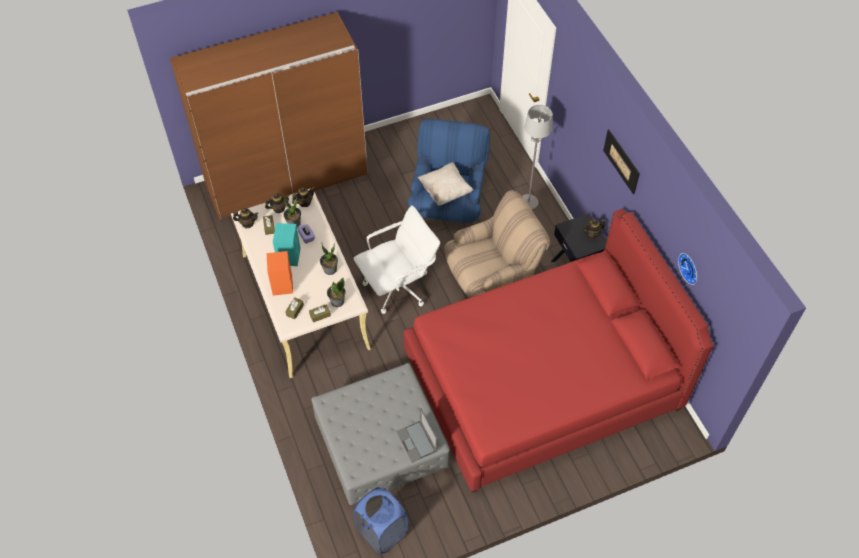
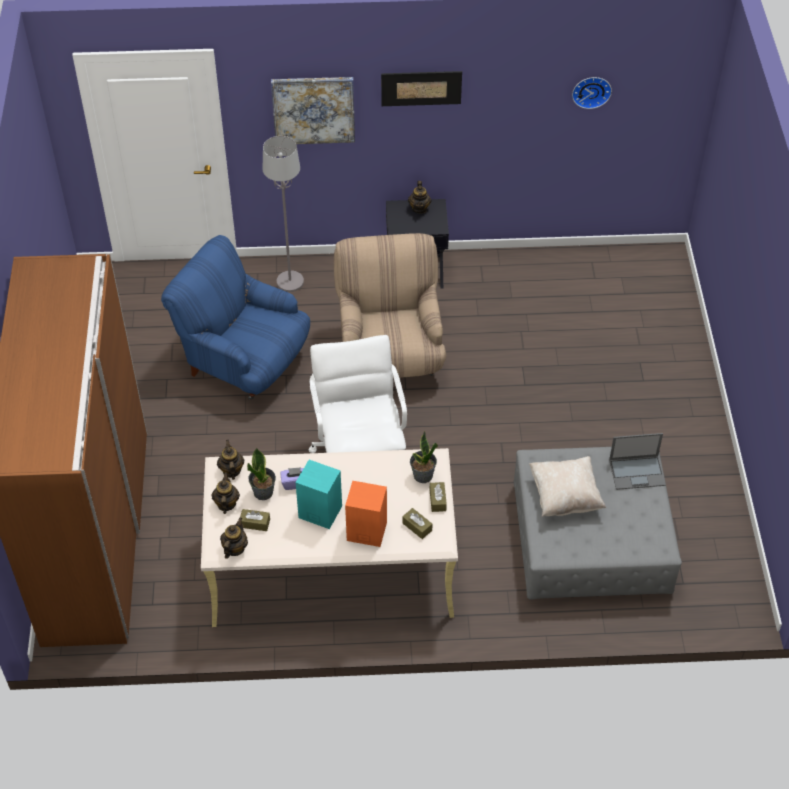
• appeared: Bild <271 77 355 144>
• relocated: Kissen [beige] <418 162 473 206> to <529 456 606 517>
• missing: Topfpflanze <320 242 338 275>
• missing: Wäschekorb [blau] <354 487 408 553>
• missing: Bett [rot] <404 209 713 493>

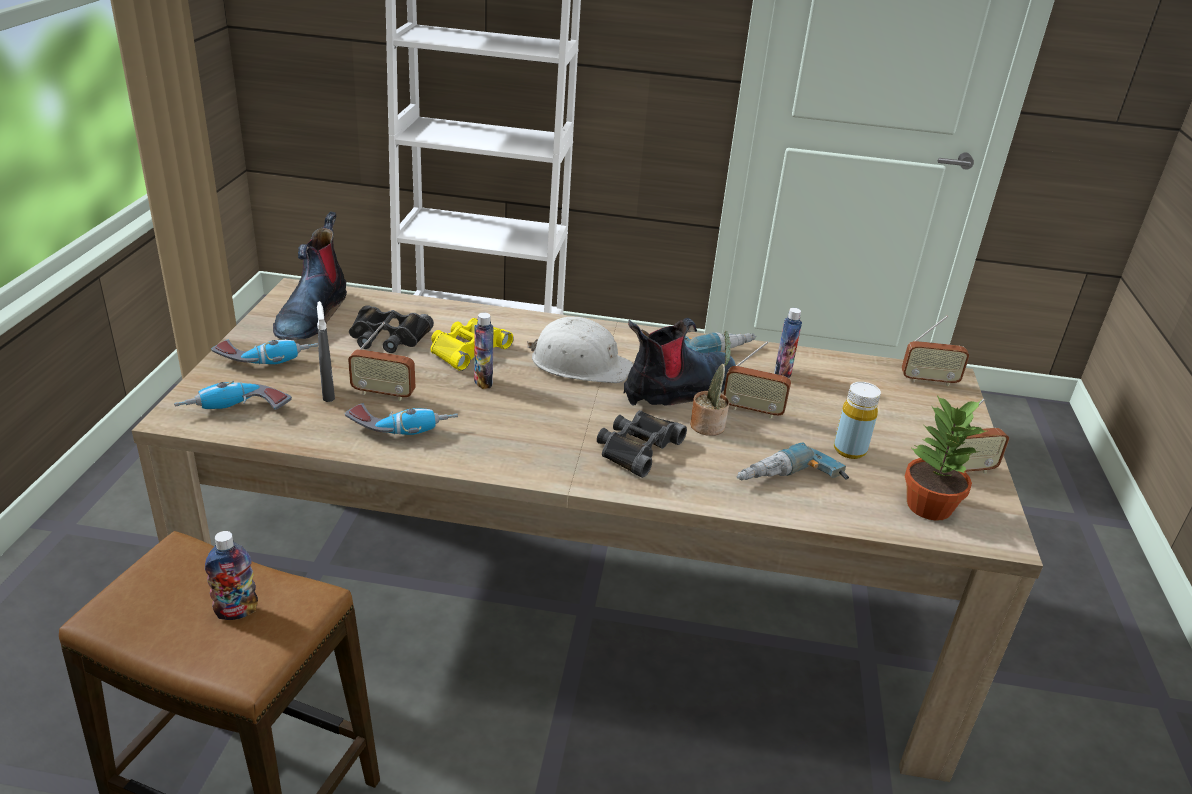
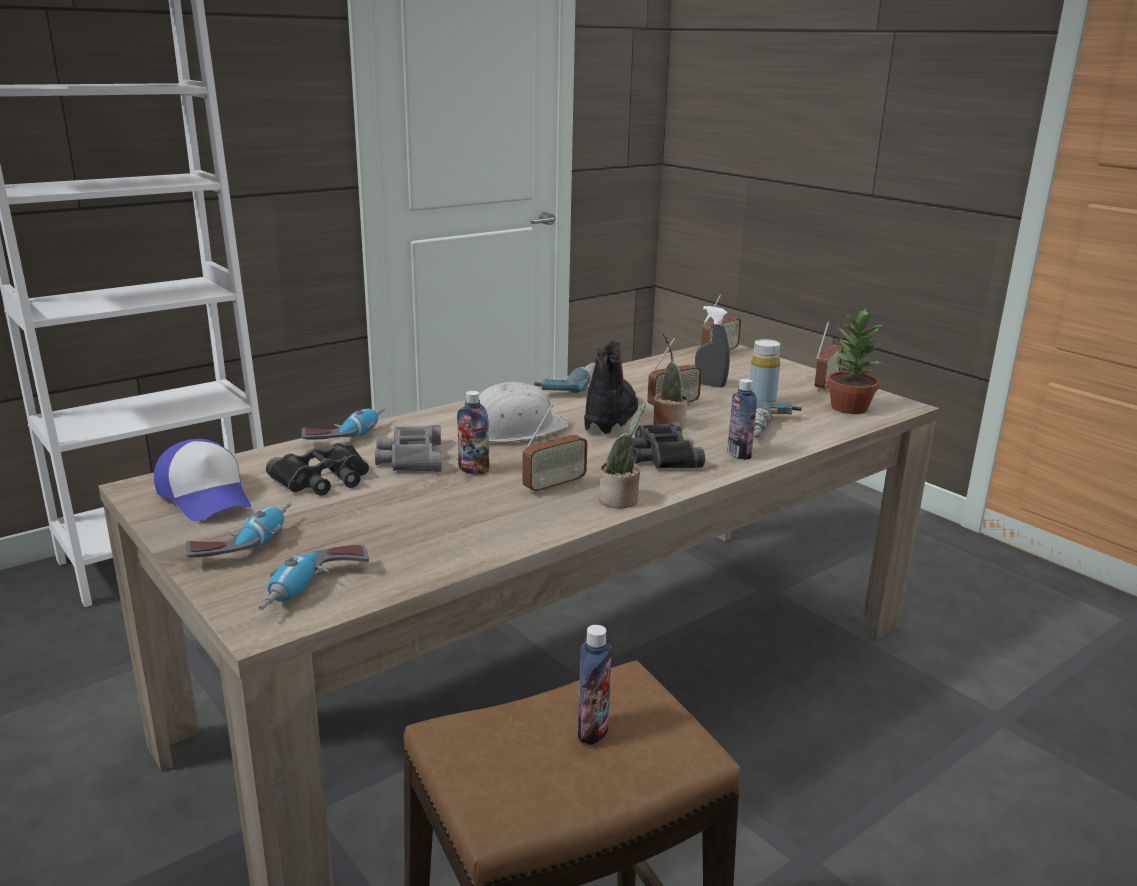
• exchanged: Stiefel <273 211 347 340> to Kappe <154 439 251 521>
• relocated: Bohrmaschine <345 403 458 435> to <302 408 385 440>
• colour: Fernglas [gelb] <430 318 514 371> to Fernglas [grau] <375 425 442 472>
• relocated: Radio <348 322 415 401> to <522 404 588 494>
• appeared: Topfpflanze <599 403 646 508>
• relocated: Sprühflasche [grau] <317 301 335 402> to <695 306 730 388>
• relocated: Flasche <774 308 802 378> to <727 379 757 460>

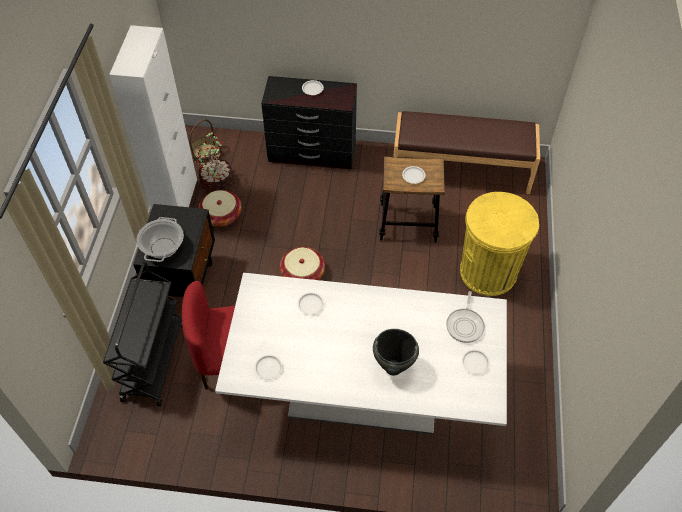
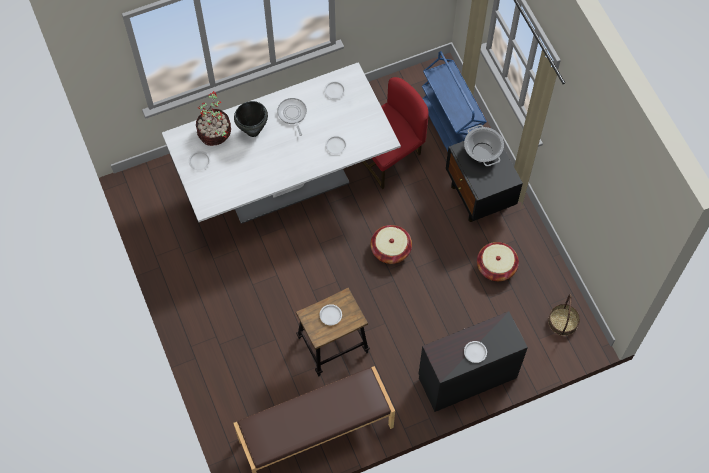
• relocated: Topfpflanze <197 131 233 192> to <196 91 231 146>
• relocated: Pfanne <446 291 485 343> to <277 98 307 136>
• colour: Rollwagen [schwarz] <103 262 182 407> to Rollwagen [blau] <422 51 487 151>
• missing: Schrank [weiß] <109 25 197 210>
• missing: Mülleimer [gelb] <460 192 539 296>

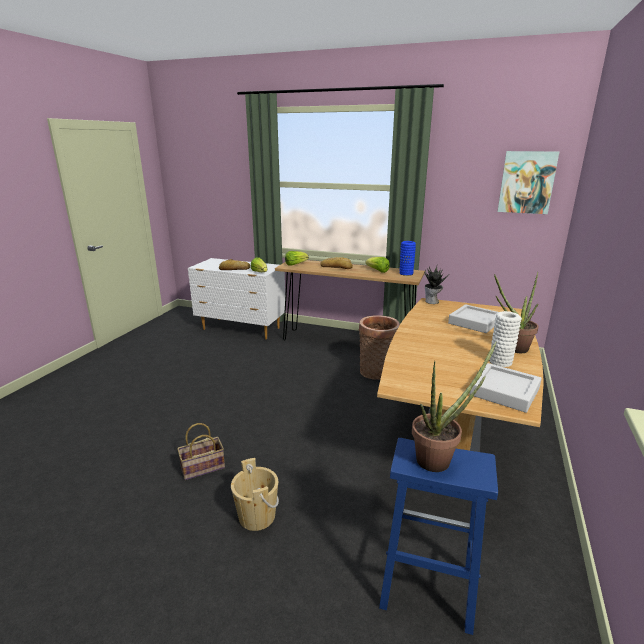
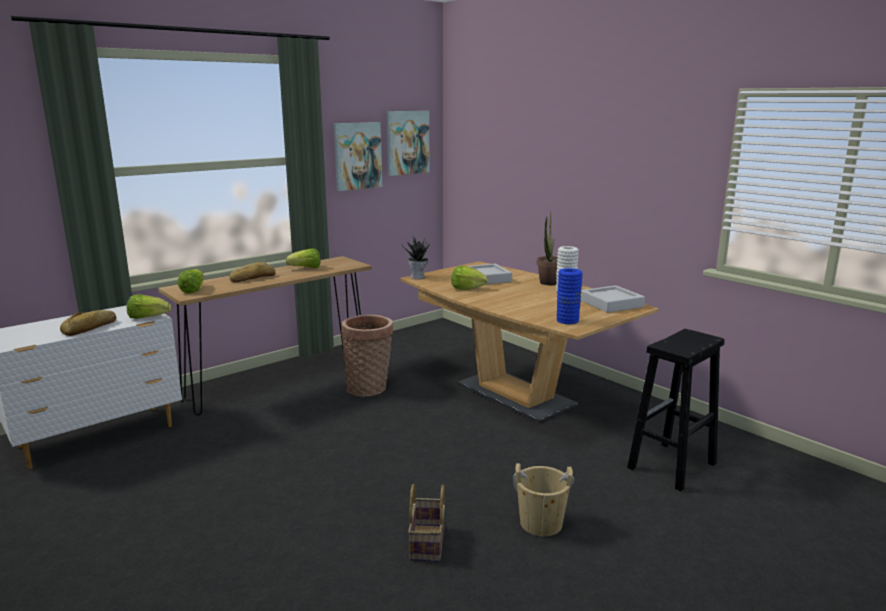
• appeared: Bild <334 122 382 191>
• appeared: Salatkopf <451 266 488 290>
• relocated: Vase [blau] <399 241 416 276> to <557 268 582 324>
• colour: Hocker [blau] <379 438 498 635> to Hocker [schwarz] <627 329 725 491>
• missing: Topfpflanze <412 342 496 472>

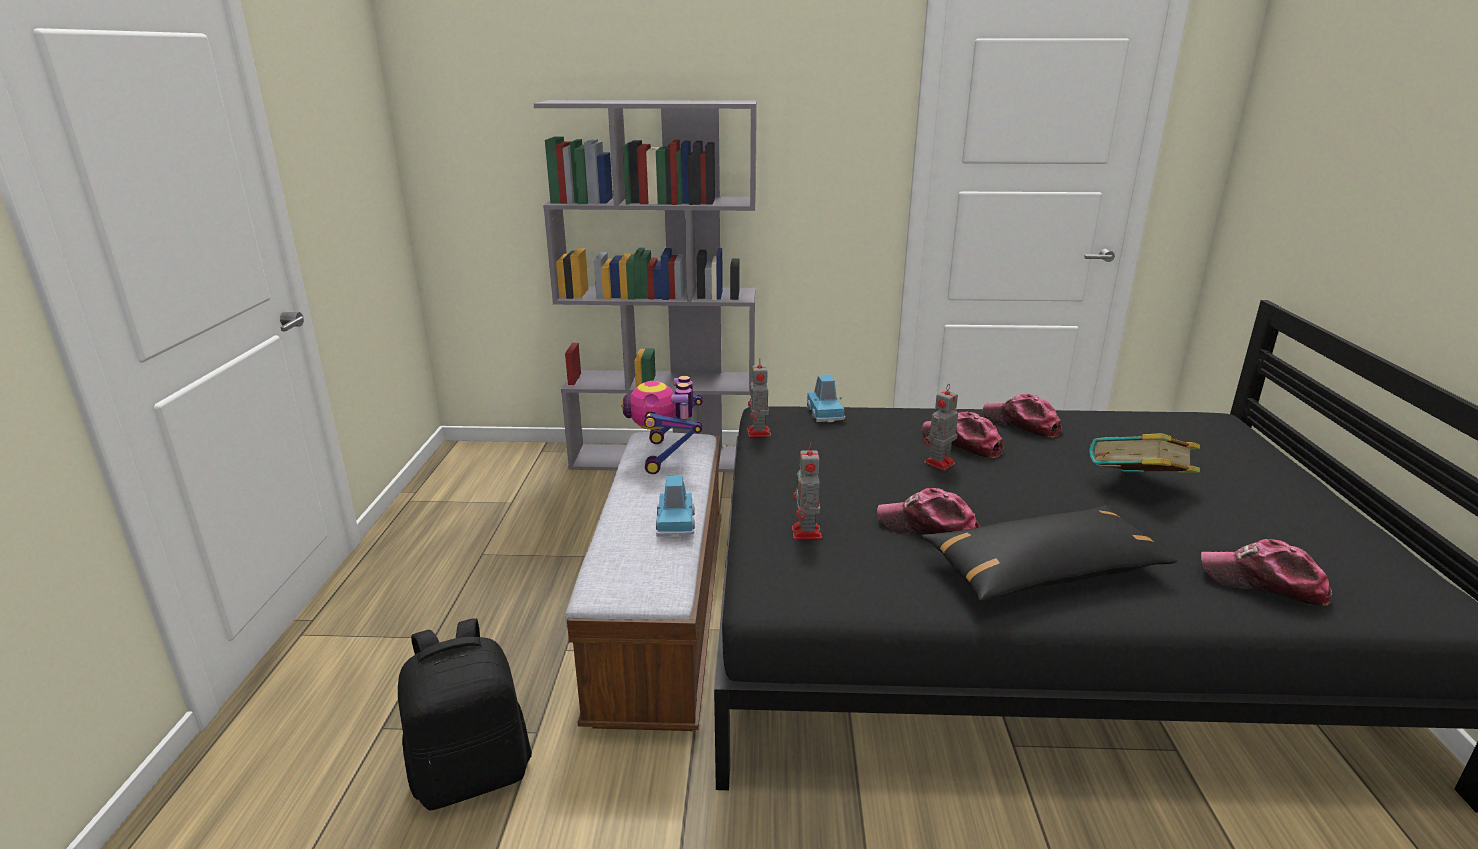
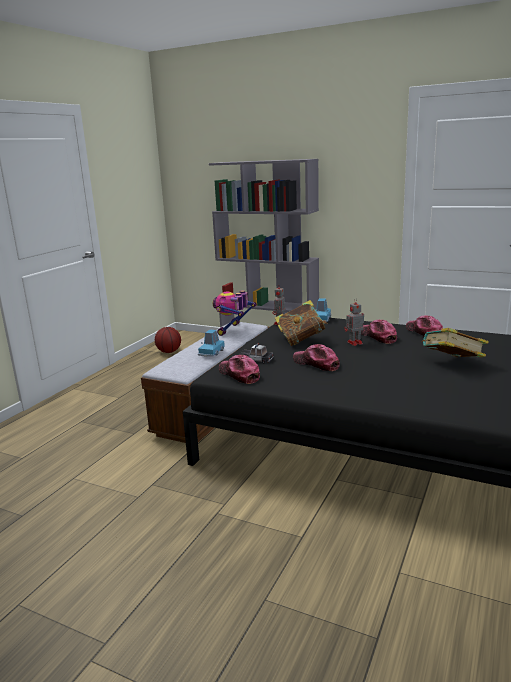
• appeared: Basketball <155 327 181 353>
• relocated: Kappe <1201 539 1332 606> to <219 355 260 384>
• exchanged: Spielzeugroboter <792 442 822 539> to Spielzeugauto <239 343 274 363>
• appeared: Buch <275 300 328 346>
• missing: Rucksack [schwarz] <398 618 532 811>
• missing: Kissen [schwarz] <921 505 1178 601>

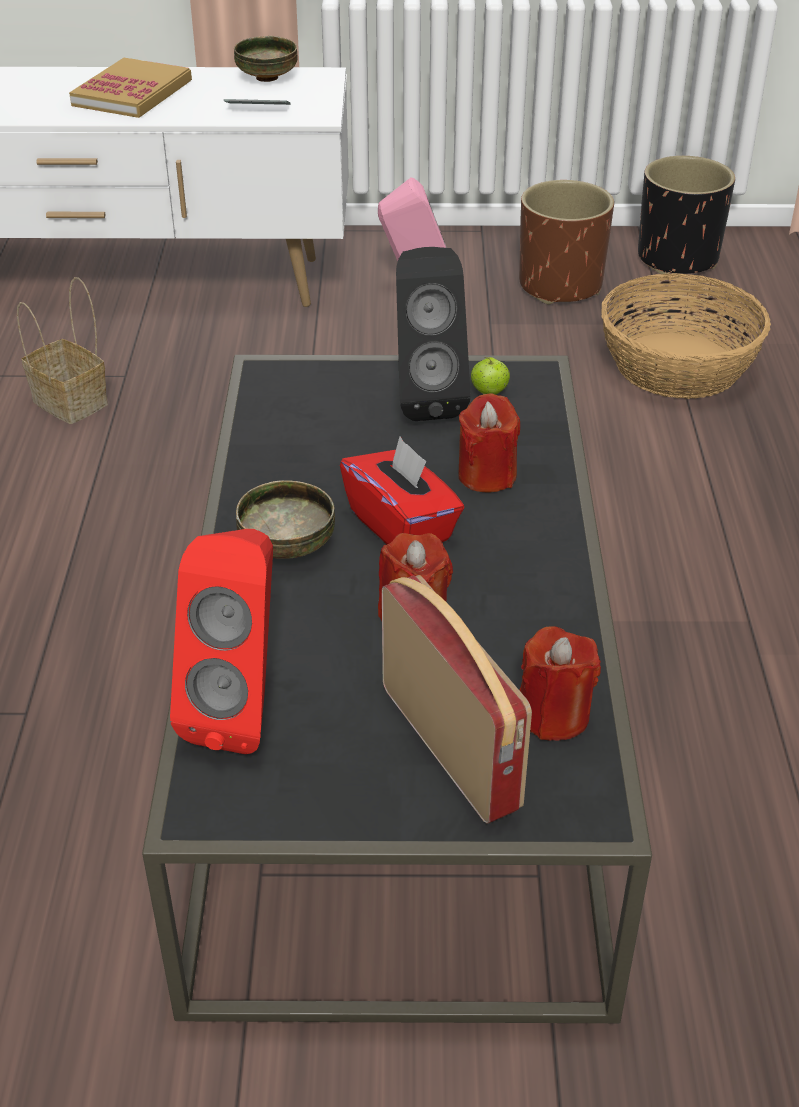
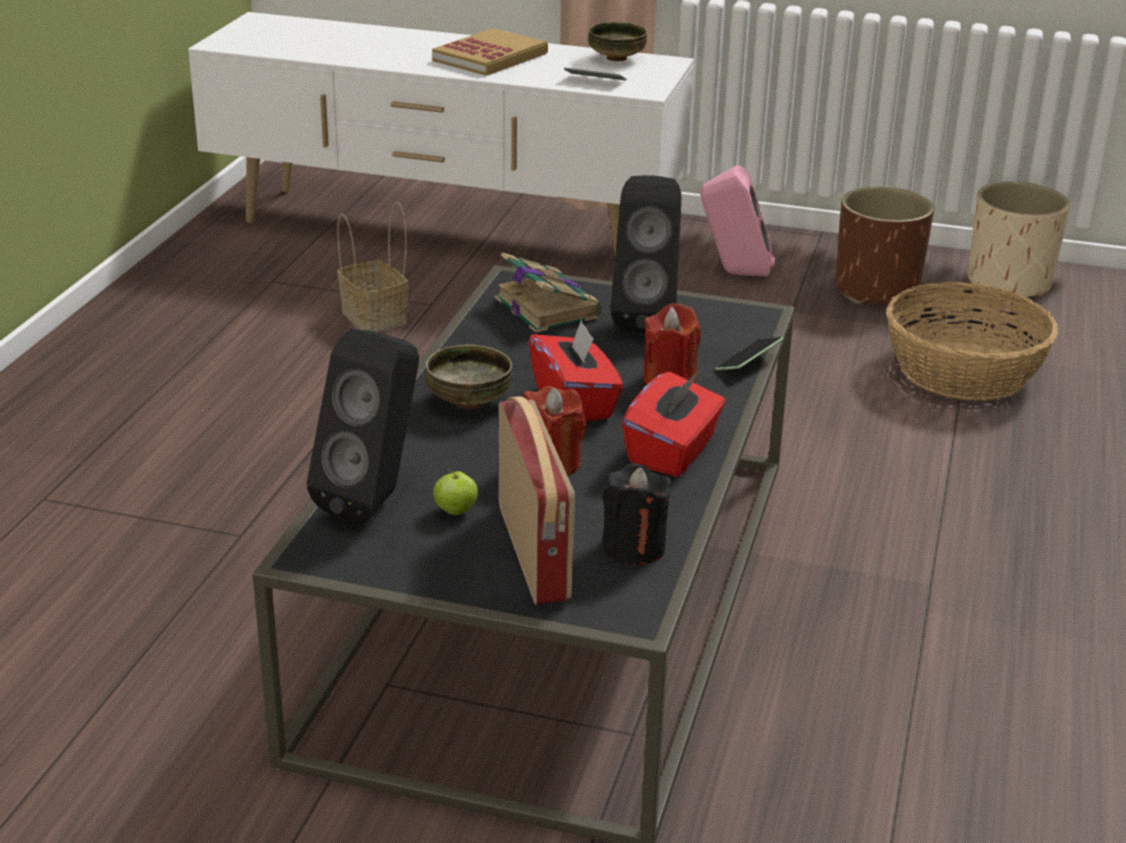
• colour: Lautsprecher [rot] <170 529 273 754> to Lautsprecher [schwarz] <307 329 419 524>
• relocated: Apfel <471 357 510 395> to <433 469 478 515>
• appeared: Buch <495 252 601 333>
• colour: Kerze [rot] <519 626 601 741> to Kerze [schwarz] <602 463 671 565>
• appeared: Taschentuchbox [rot] <622 371 725 477>
• appeared: Handy <715 337 783 370>
• colour: Pflanzkübel [schwarz] <638 156 735 274> to Pflanzkübel [beige] <968 181 1070 298>

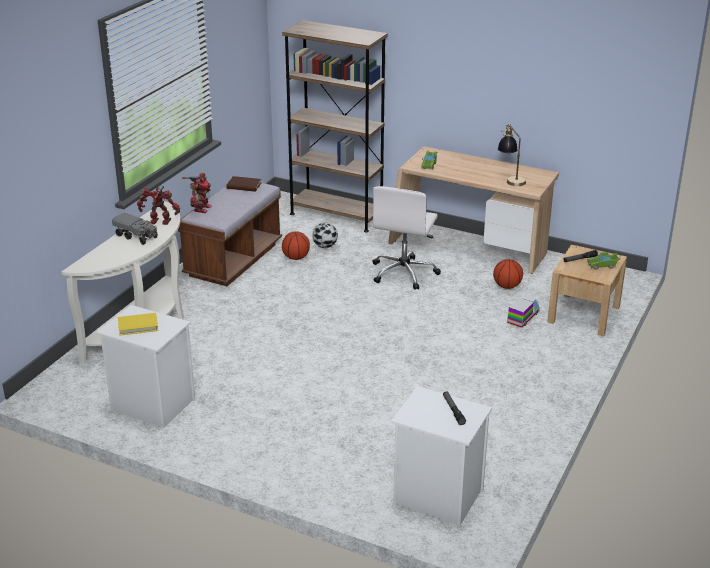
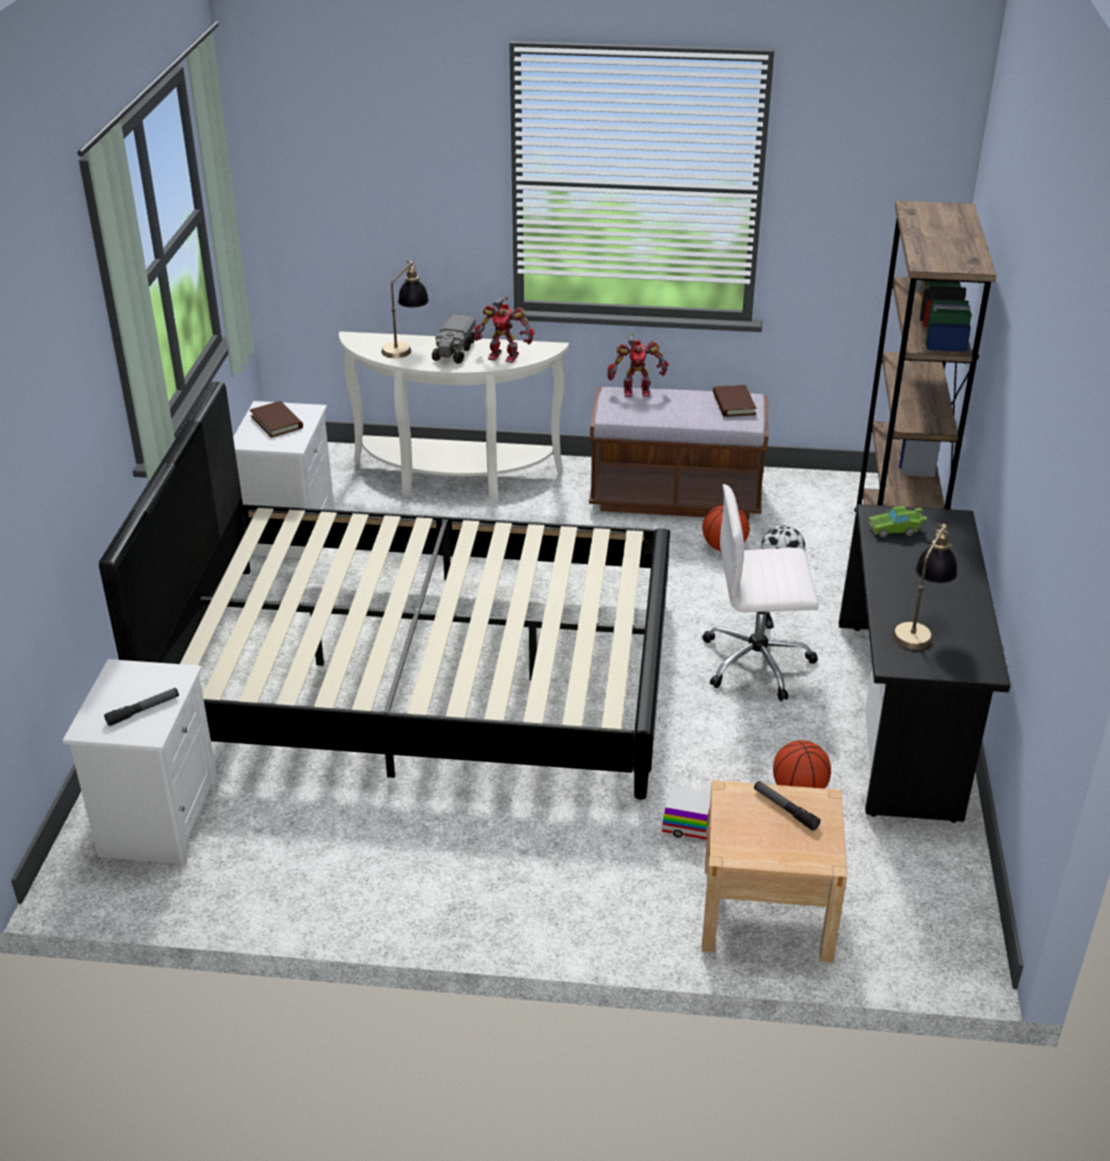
• appeared: Bett [schwarz] <99 382 670 799>
• colour: Buch [gelb] <118 313 158 335> to Buch [braun] <250 401 303 438>
• appeared: Tischlampe <381 260 429 358>
• spun: Spielzeugroboter <137 186 180 225> = <474 296 534 363> 120 degrees clockwise
• colour: Schreibtisch [beige] <388 146 559 274> to Schreibtisch [schwarz] <839 504 1010 823>
• missing: Spielzeugauto [grün] <587 252 621 270>

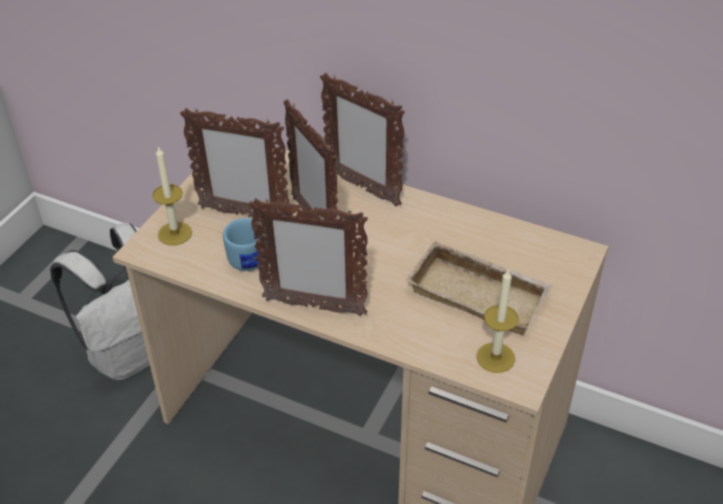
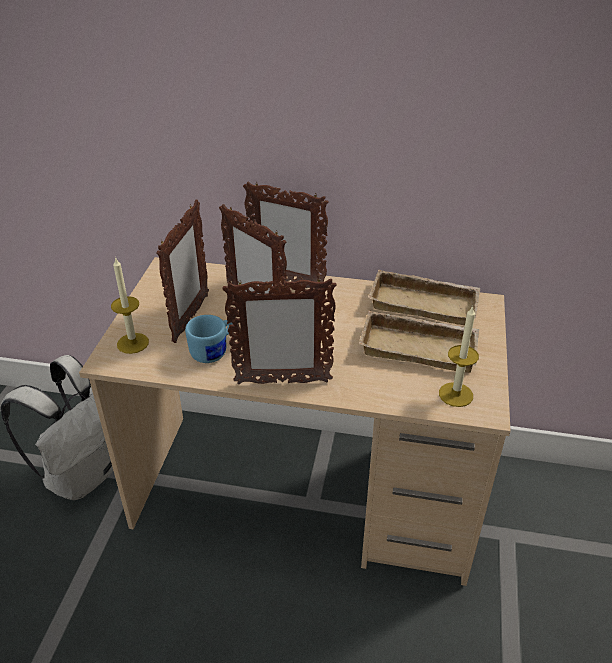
• spun: Bilderrahmen <180 108 289 218> = <156 200 209 343> 75 degrees counterclockwise
• appeared: Tablett [beige] <368 270 481 325>

